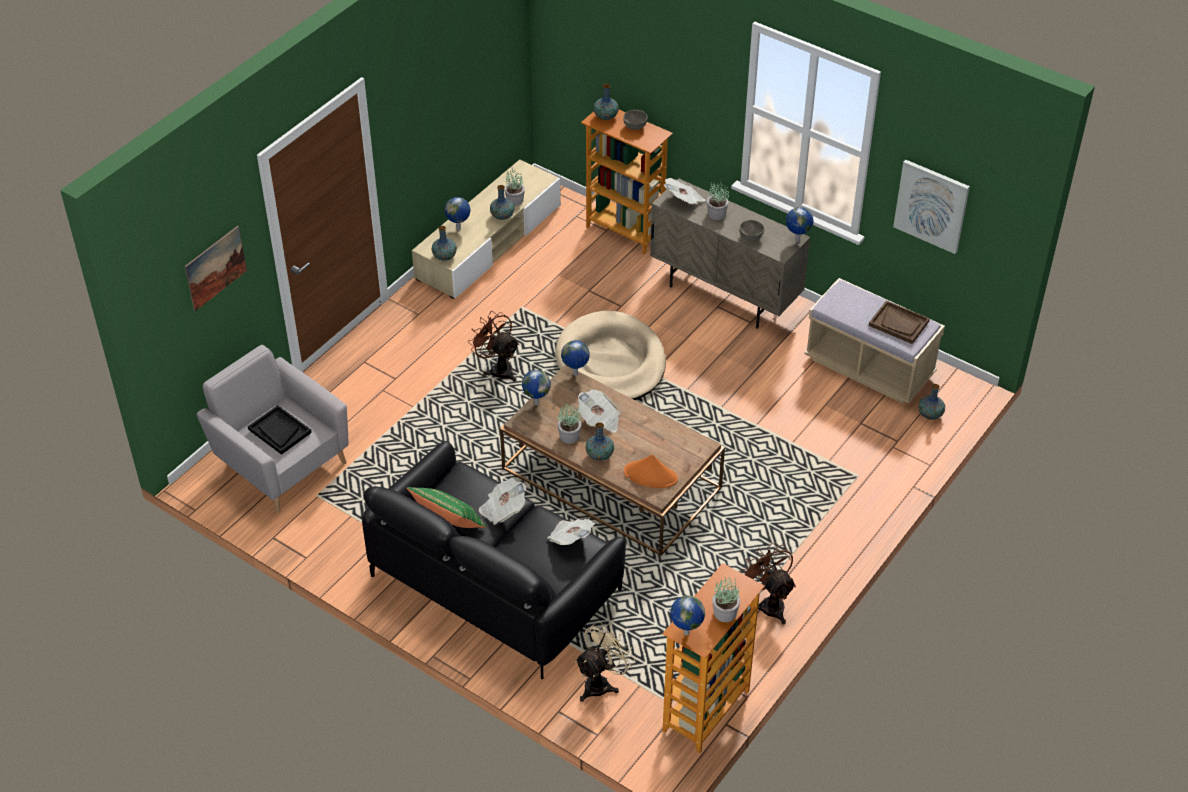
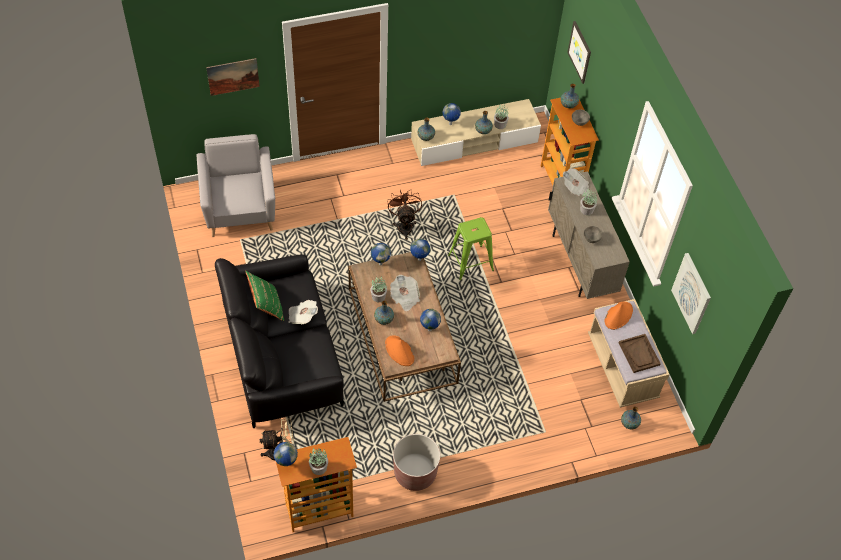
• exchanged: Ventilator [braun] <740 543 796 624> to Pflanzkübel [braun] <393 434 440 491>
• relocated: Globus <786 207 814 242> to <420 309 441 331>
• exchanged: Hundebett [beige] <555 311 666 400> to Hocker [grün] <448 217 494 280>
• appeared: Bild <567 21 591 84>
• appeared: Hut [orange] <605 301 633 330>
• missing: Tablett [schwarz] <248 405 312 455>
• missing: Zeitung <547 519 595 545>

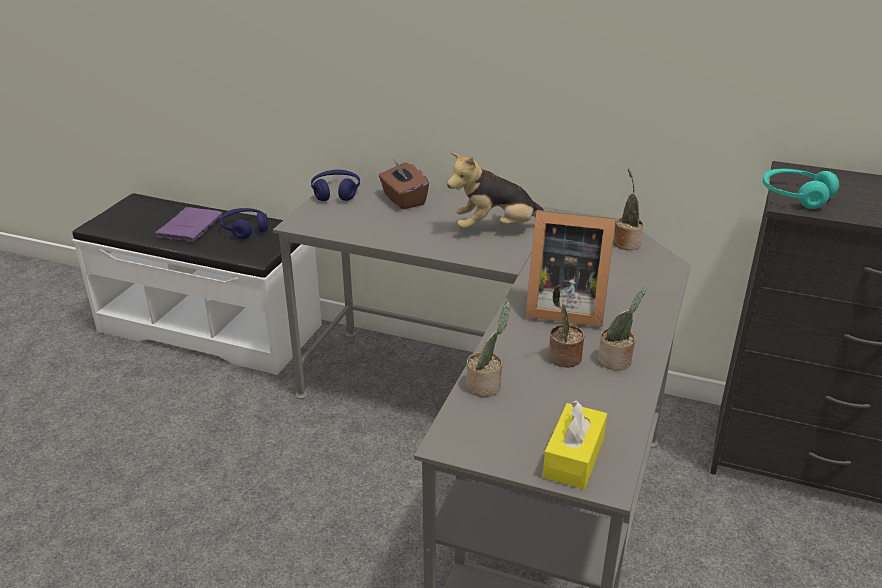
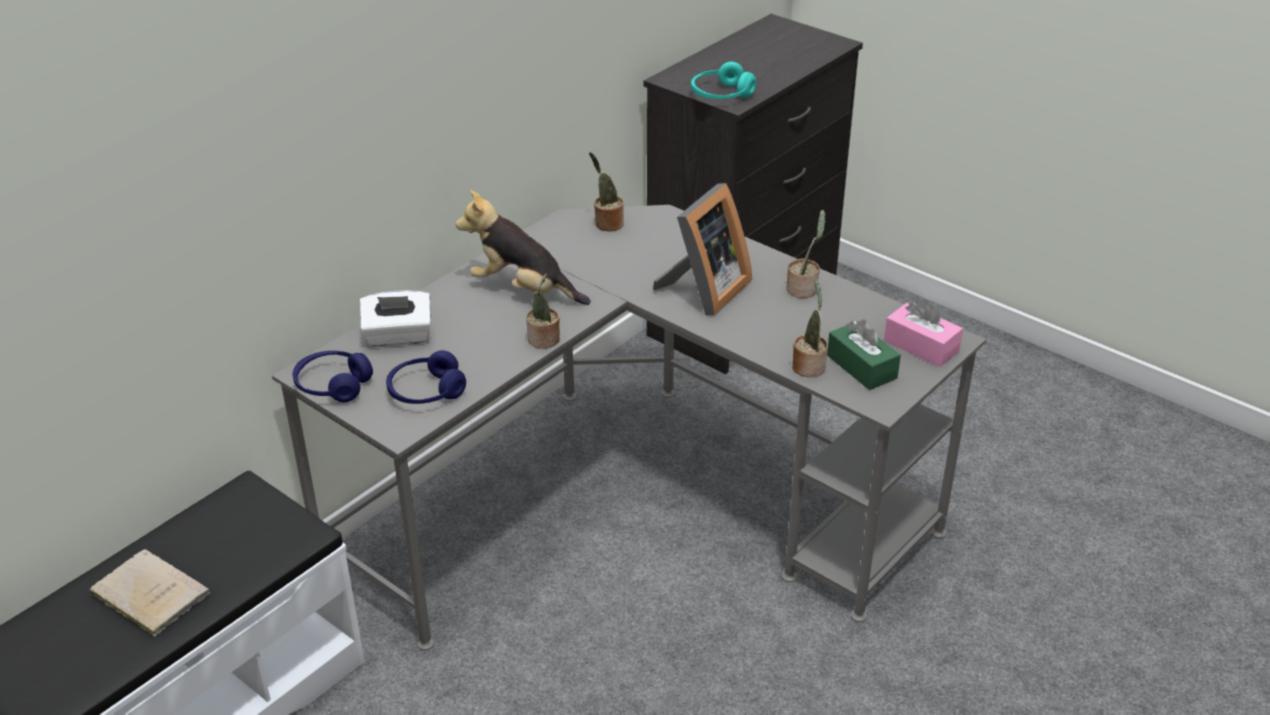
• colour: Buch [lila] <155 207 222 242> to Buch [beige] <90 549 210 636>
• colour: Taschentuchbox [braun] <379 160 429 209> to Taschentuchbox [weiß] <360 291 431 347>
• relocated: Kopfhörer [blau] <220 208 268 239> to <386 350 466 404>
• spun: Plüschtier <447 152 544 229> = <456 190 591 305> 105 degrees clockwise
• relocated: Topfpflanze <549 285 584 367> to <526 273 560 349>
• appeared: Taschentuchbox [grün] <827 320 901 390>
• colour: Taschentuchbox [gelb] <543 400 607 489> to Taschentuchbox [rosa] <884 300 963 367>

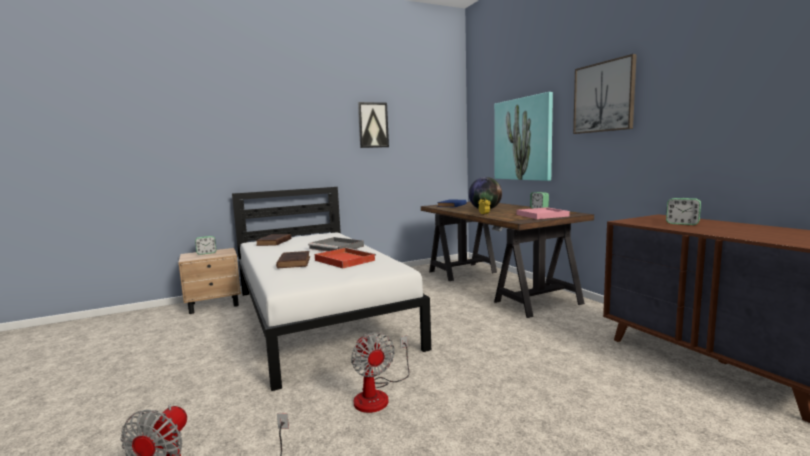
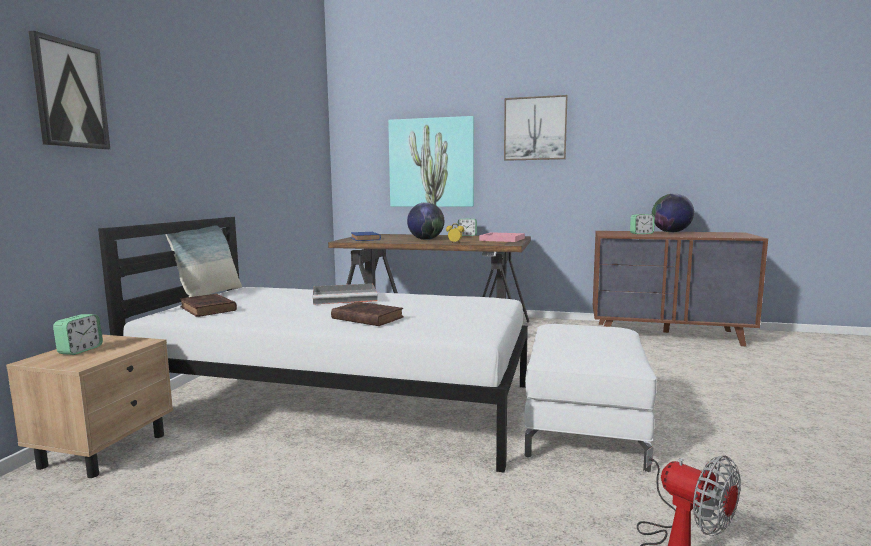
• relocated: Bild <358 102 389 148> to <28 31 110 149>
• appeared: Kissen <165 225 242 297>
• exchanged: Ventilator <351 333 410 413> to Polsterhocker [weiß] <524 324 657 472>
• appeared: Globus <652 194 694 233>
• missing: Tablett [rot] <315 248 376 268>

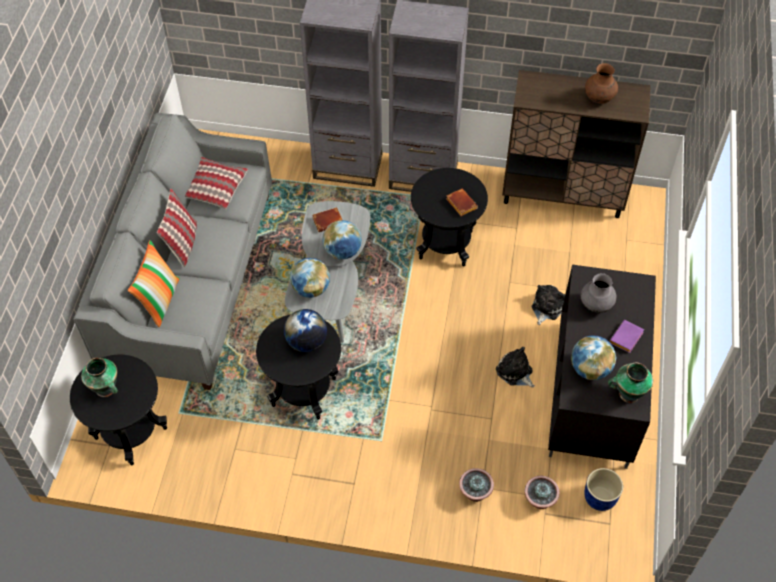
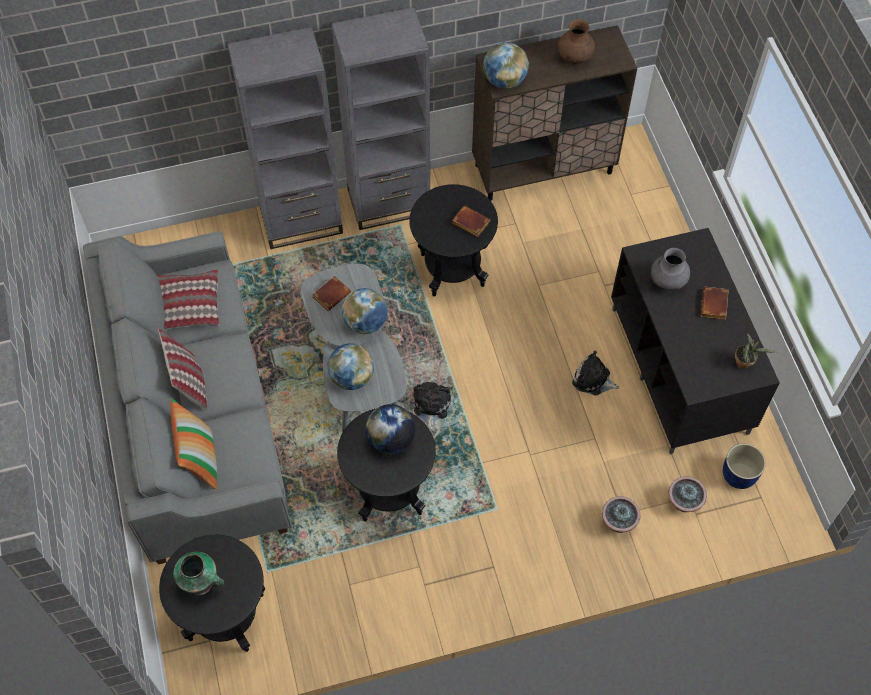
• relocated: Plüschtier <532 285 565 325> to <414 381 451 431>
• relocated: Globus <571 335 616 380> to <483 42 529 89>
• colour: Buch [lila] <609 320 644 353> to Buch [braun] <701 287 729 320>
• exchanged: Vase <608 363 653 403> to Topfpflanze <735 333 776 369>

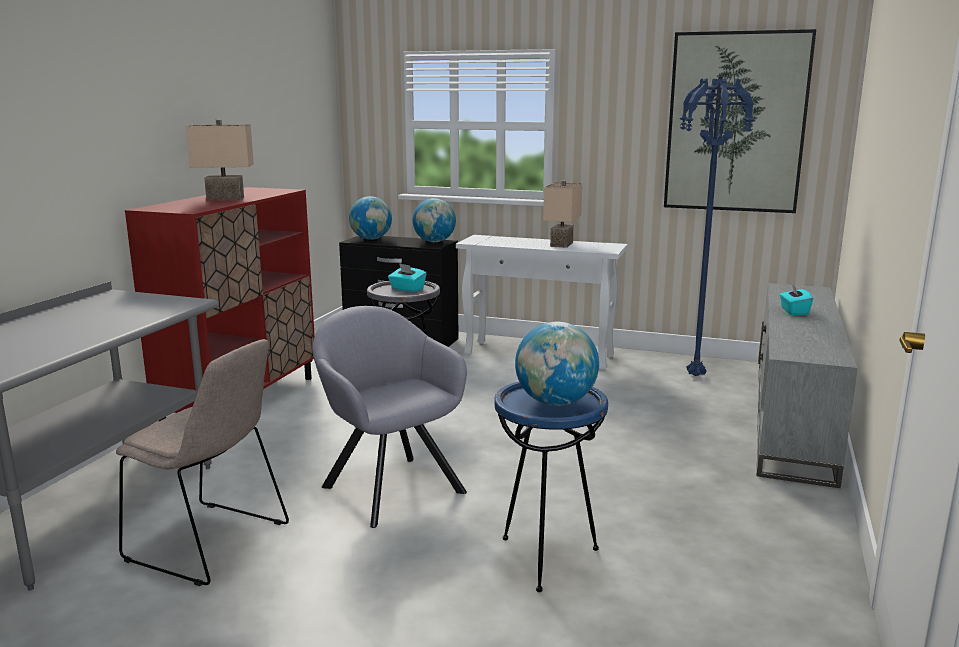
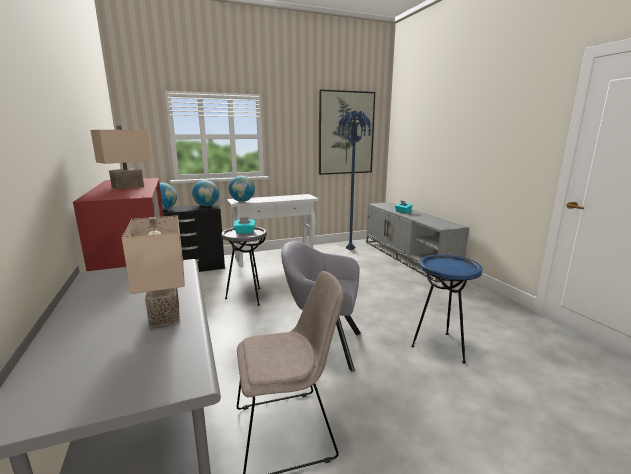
• relocated: Tischlampe [beige] <543 180 582 248> to <122 215 185 328>
• relocated: Globus <515 322 599 406> to <229 176 255 202>

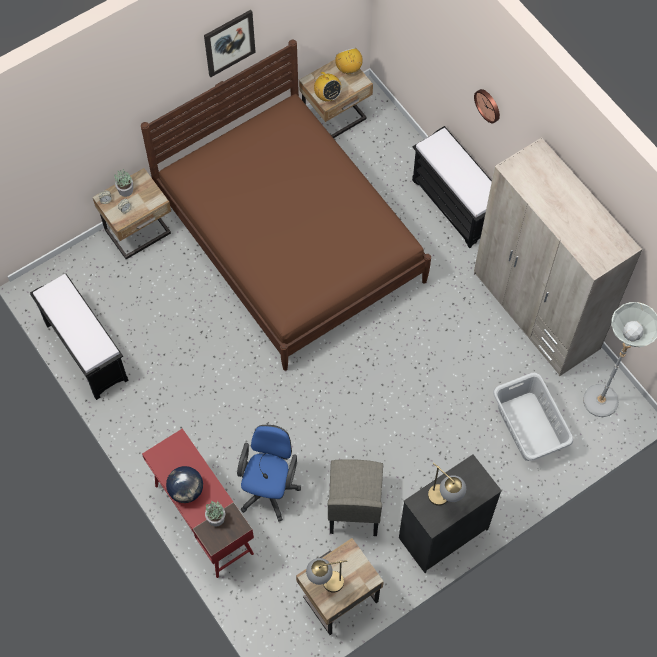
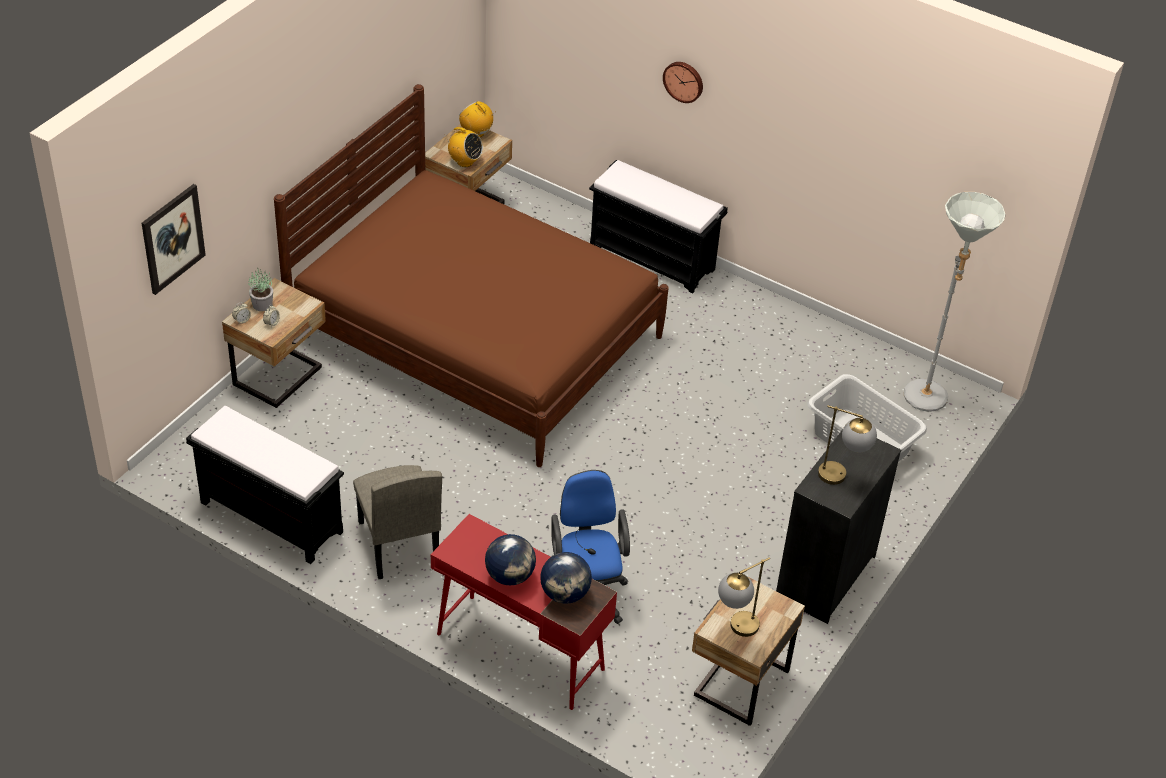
• relocated: Bild <204 10 256 77> to <142 184 206 295>
• relocated: Stuhl [beige] <328 459 383 536> to <353 465 442 579>
• exchanged: Topfpflanze <205 500 225 527> to Globus <540 552 592 603>
• missing: Kleiderschrank [beige] <474 137 642 377>

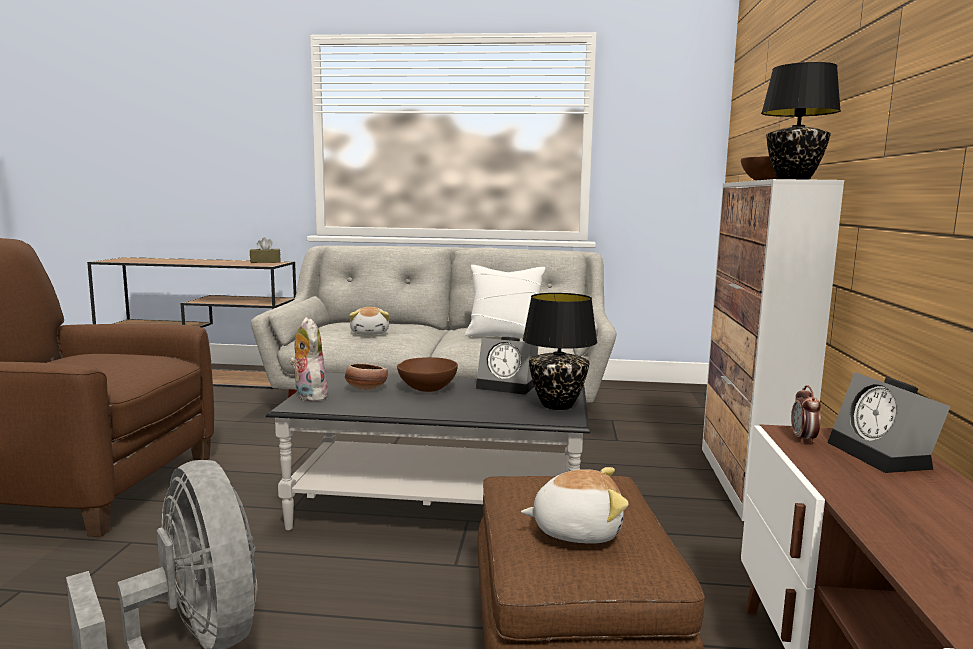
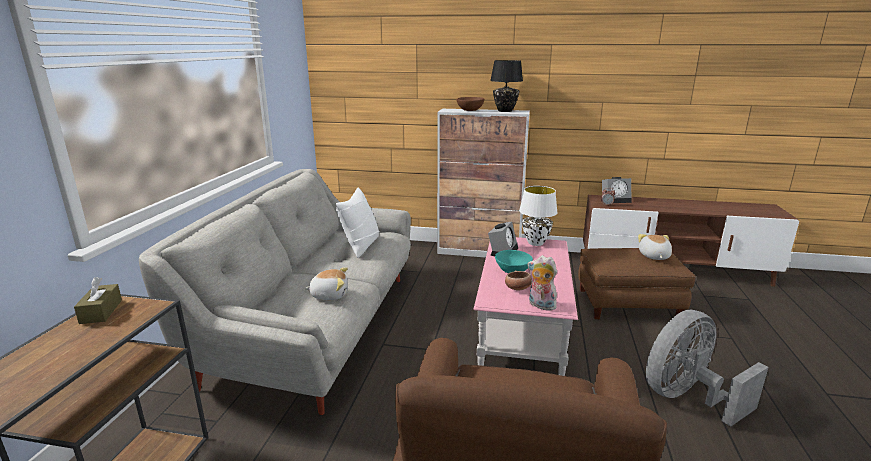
• colour: Couchtisch [schwarz] <266 373 590 530> to Couchtisch [rosa] <473 237 578 376>
• colour: Schüssel [braun] <397 357 458 392> to Schüssel [türkis] <495 250 533 273>
• colour: Tischlampe [schwarz] <522 293 598 410> to Tischlampe [weiß] <519 186 558 246>
• spun: Plüschtier <289 317 328 401> = <528 255 557 311> 60 degrees clockwise

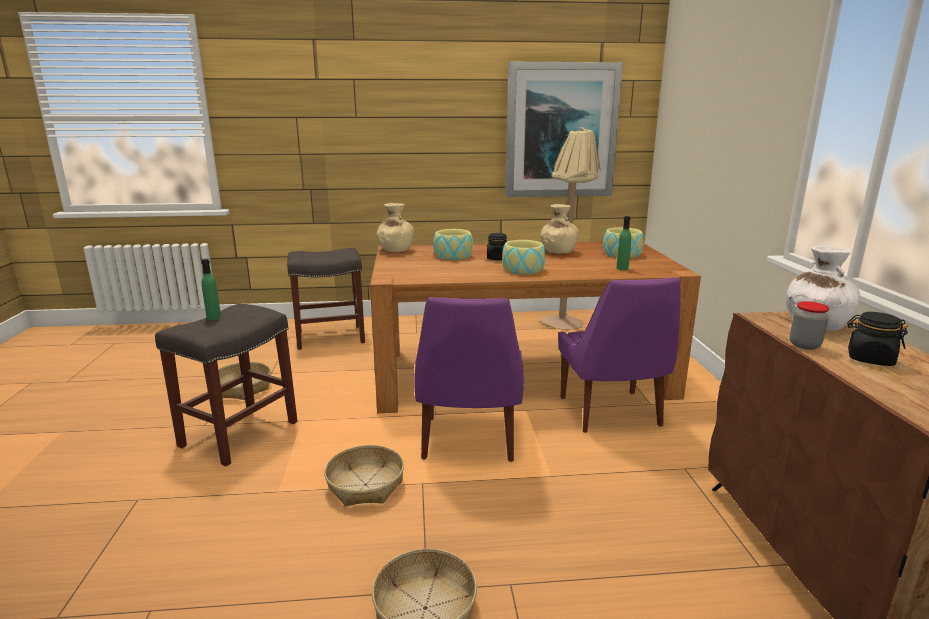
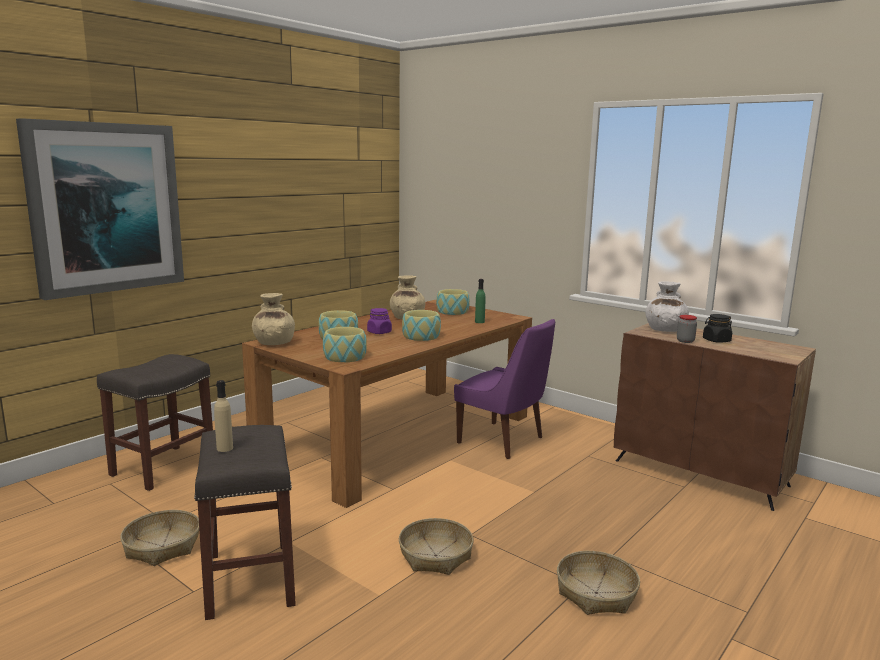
• relocated: Bild <505 61 623 197> to <16 118 184 300>
• colour: Flasche [grün] <201 259 221 320> to Flasche [beige] <214 380 233 452>
• appeared: Schüssel <323 327 367 362>
• colour: Vorratsglas [schwarz] <487 233 507 260> to Vorratsglas [lila] <367 308 392 334>
• missing: Stuhl [lila] <414 297 524 462>
• missing: Stehlampe [beige] <541 127 601 330>

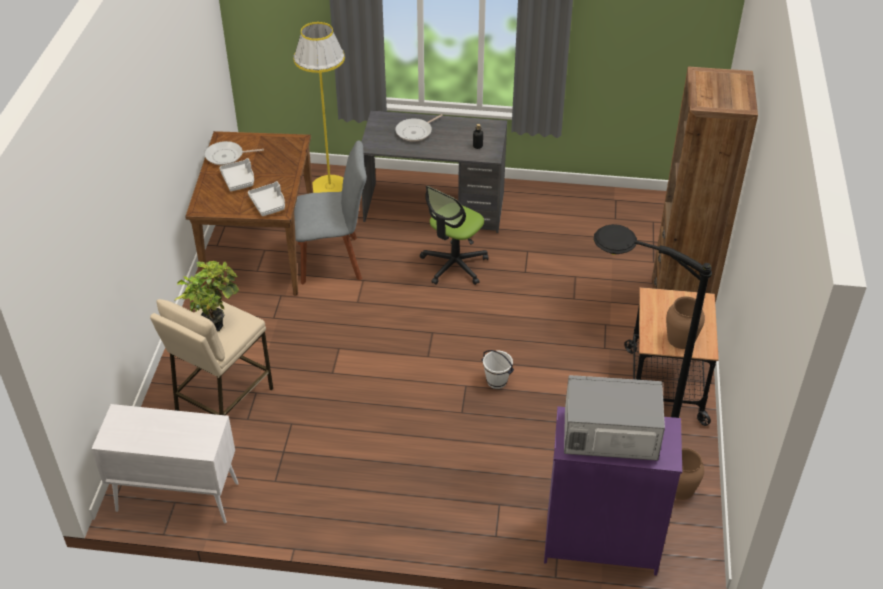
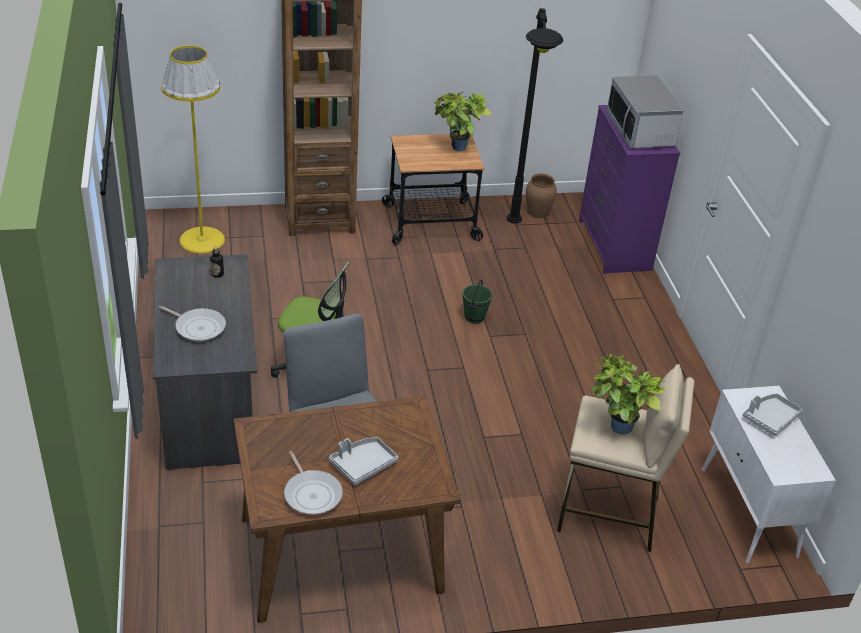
• relocated: Stehlampe [gelb] <293 22 345 193> to <161 46 225 254>
• exchanged: Vase [braun] <666 296 705 349> to Topfpflanze <434 92 492 151>
• colour: Eimer [weiß] <482 350 514 389> to Eimer [grün] <462 280 493 323>
• relocated: Tablett [grau] <248 181 285 216> to <743 393 803 436>

